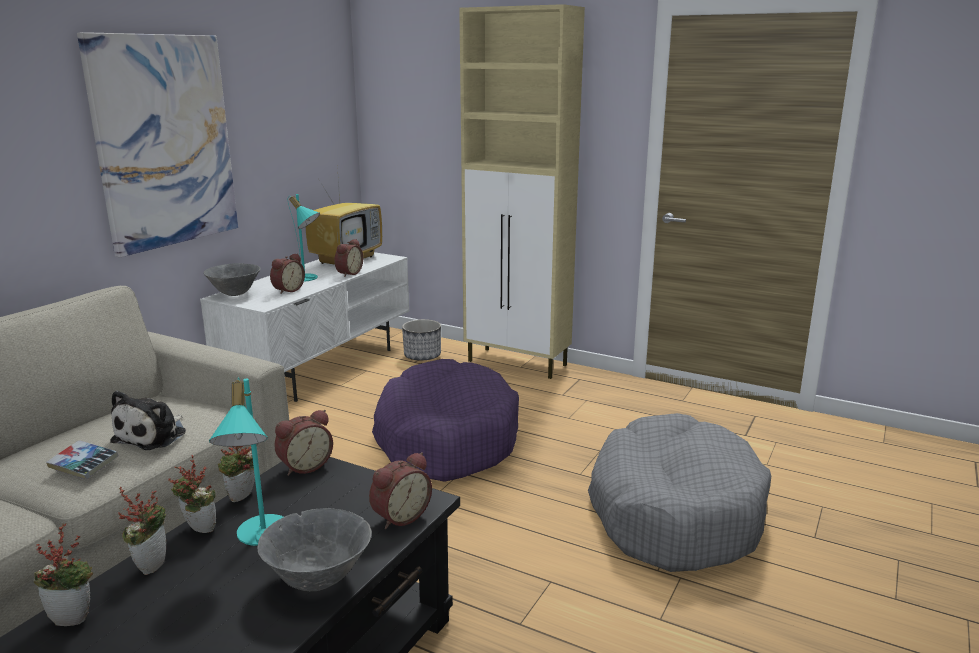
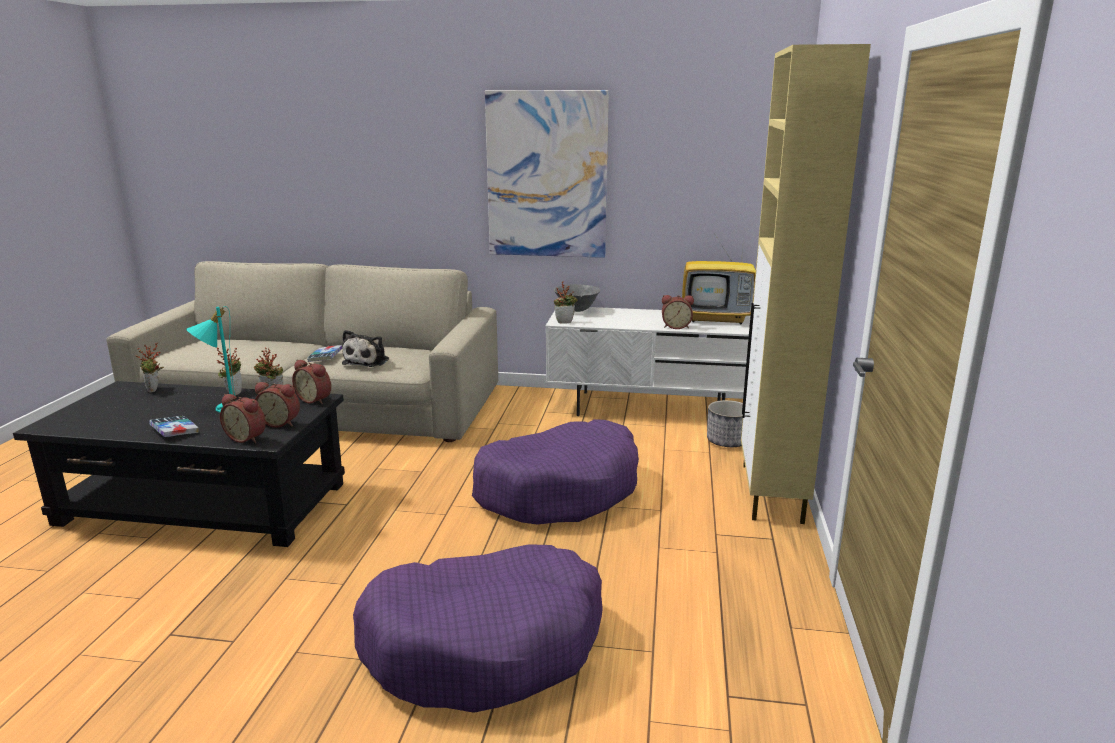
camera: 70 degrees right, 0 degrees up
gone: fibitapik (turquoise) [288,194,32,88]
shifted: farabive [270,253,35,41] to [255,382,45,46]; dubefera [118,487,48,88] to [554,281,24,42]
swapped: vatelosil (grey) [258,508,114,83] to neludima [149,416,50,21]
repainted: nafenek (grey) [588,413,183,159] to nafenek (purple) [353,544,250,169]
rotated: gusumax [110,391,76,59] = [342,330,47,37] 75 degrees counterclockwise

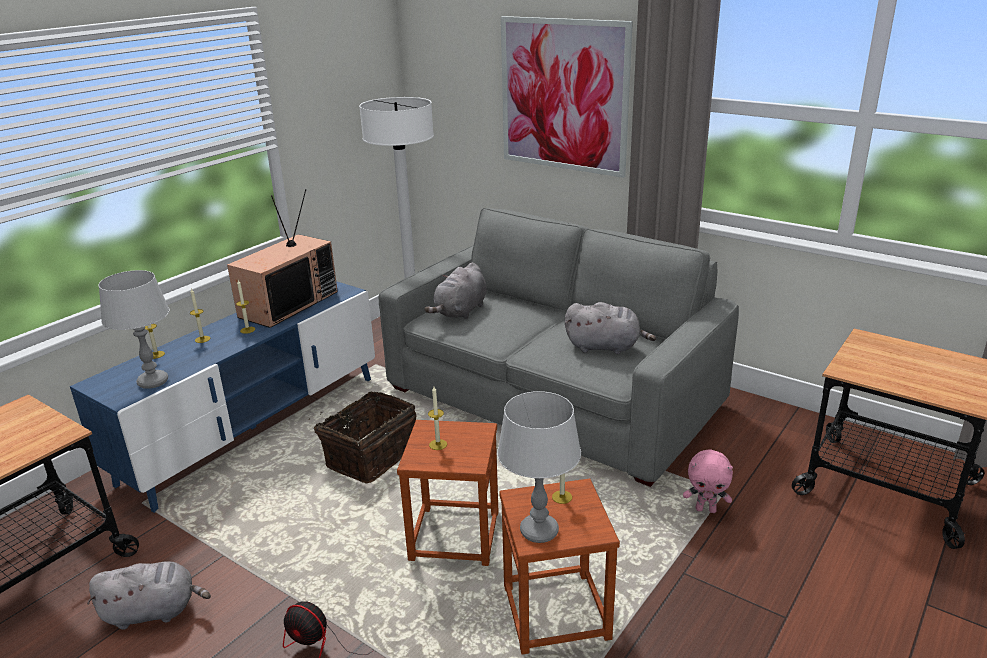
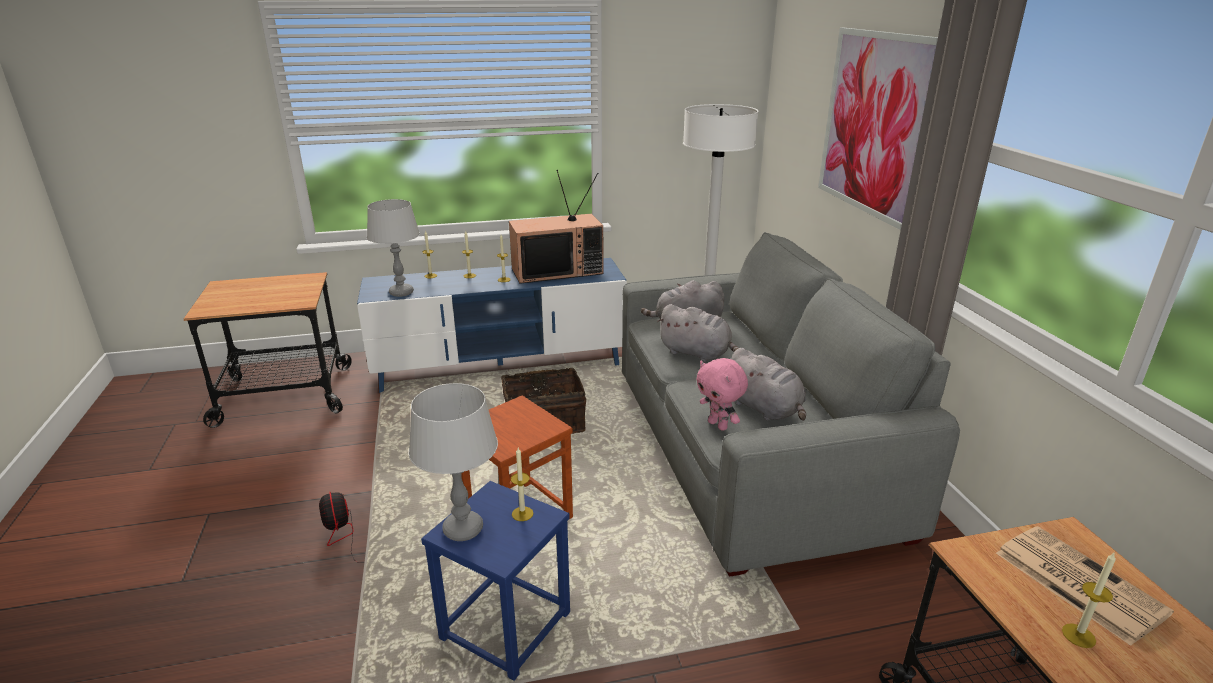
camera: 40 degrees right, 0 degrees up
new: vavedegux [996,526,178,120]
shifted: gusumax (grey) [87,561,124,69] to [657,304,81,58]; gusumax (pink) [683,450,50,63] to [696,358,52,73]; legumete [428,387,19,63] to [1062,553,54,95]
repainted: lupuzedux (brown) [499,478,121,177] to lupuzedux (blue) [421,481,149,200]

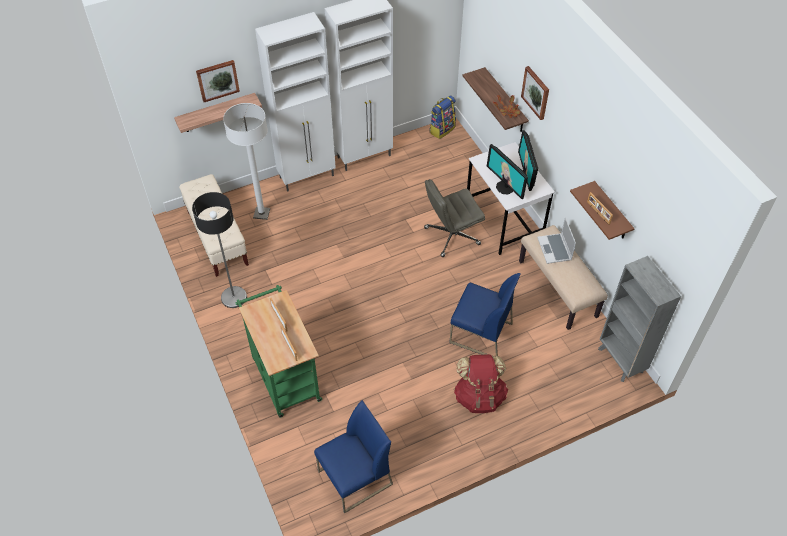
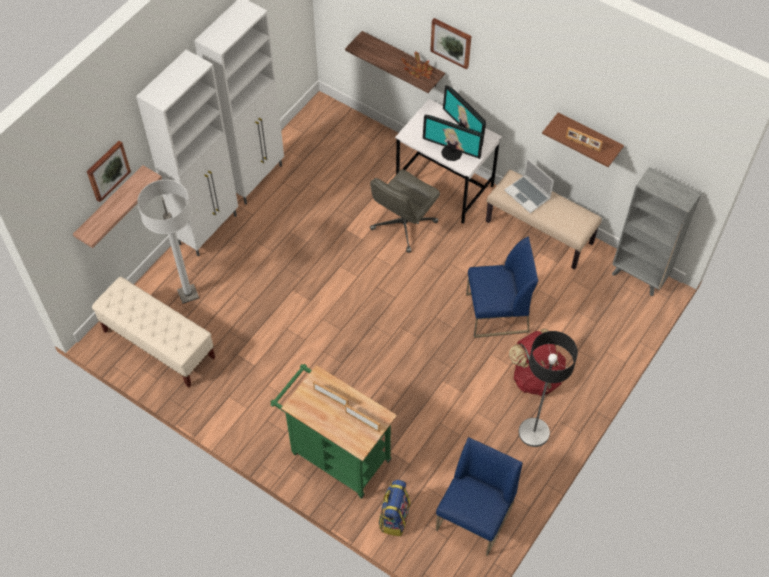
camera: 30 degrees left, 5 degrees up
shifted: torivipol [429,95,27,44] to [378,480,32,56]; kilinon [192,192,55,116] to [518,331,60,116]

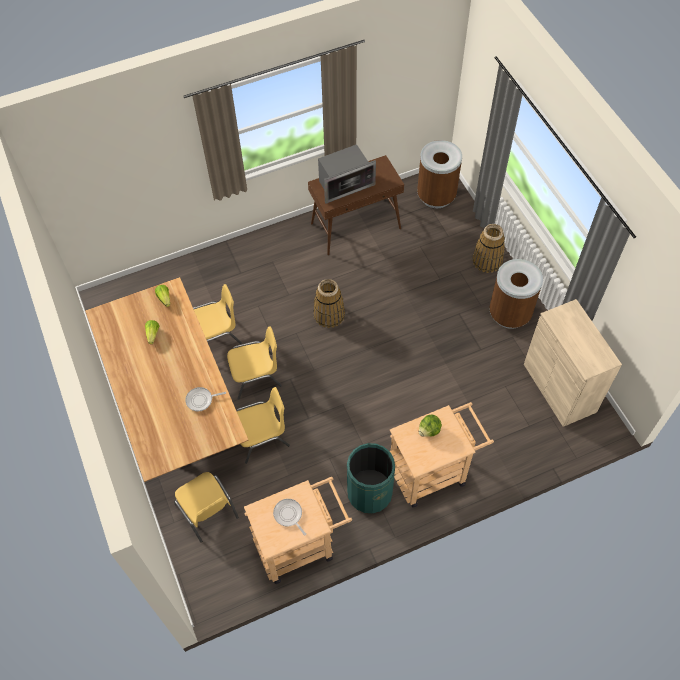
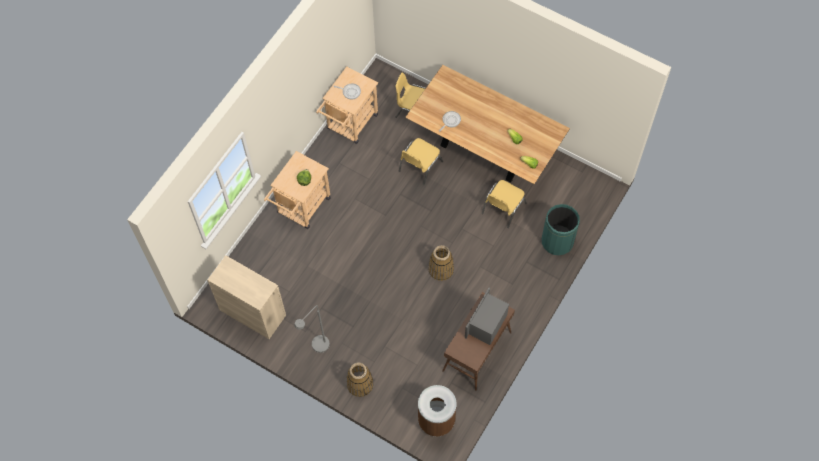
camera: 145 degrees right, 5 degrees up
gone: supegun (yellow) [227,326,55,74]
shifted: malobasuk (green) [347,443,48,70] to [542,204,38,51]
swapped: malobasuk (brown) [489,259,54,70] to kilinon (grey) [294,305,36,48]

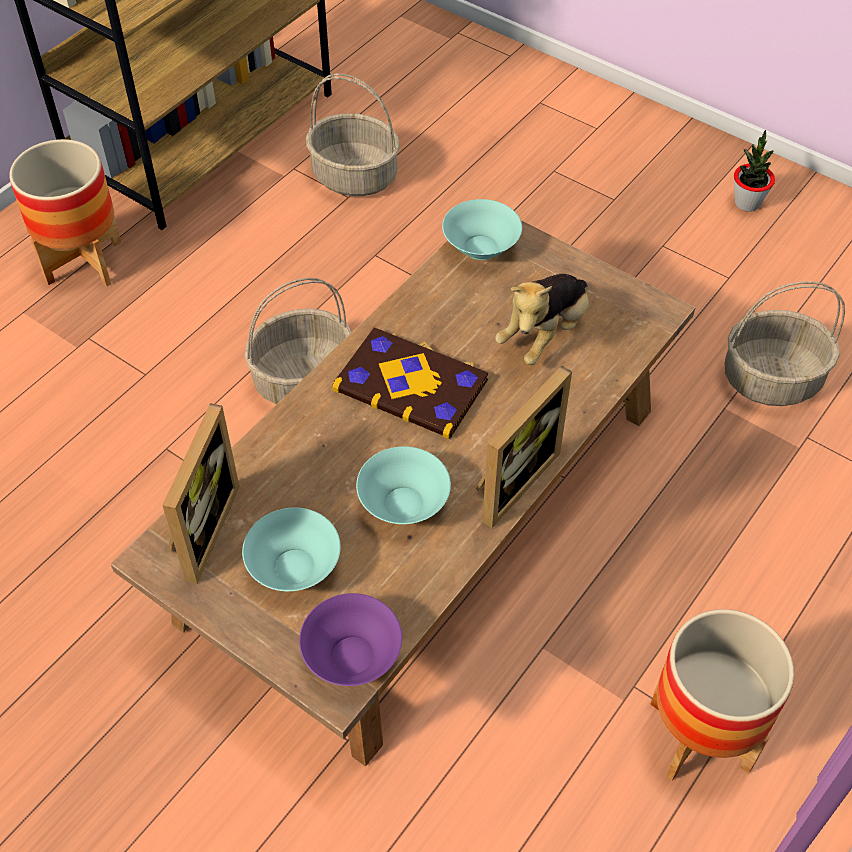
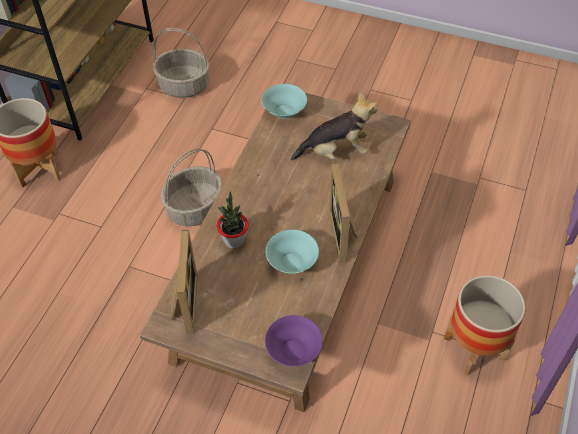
camera: 15 degrees left, 0 degrees up
gone: vatelosil (turquoise) [242,508,99,83]; neludima [332,327,156,112]; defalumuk [725,281,120,125]
shifted: dubefera [734,130,41,82] to [217,191,32,57]
rotated: gusumax [495,274,94,91] = [291,92,87,69] 120 degrees counterclockwise; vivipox [476,366,96,162] = [329,164,28,99] 150 degrees clockwise

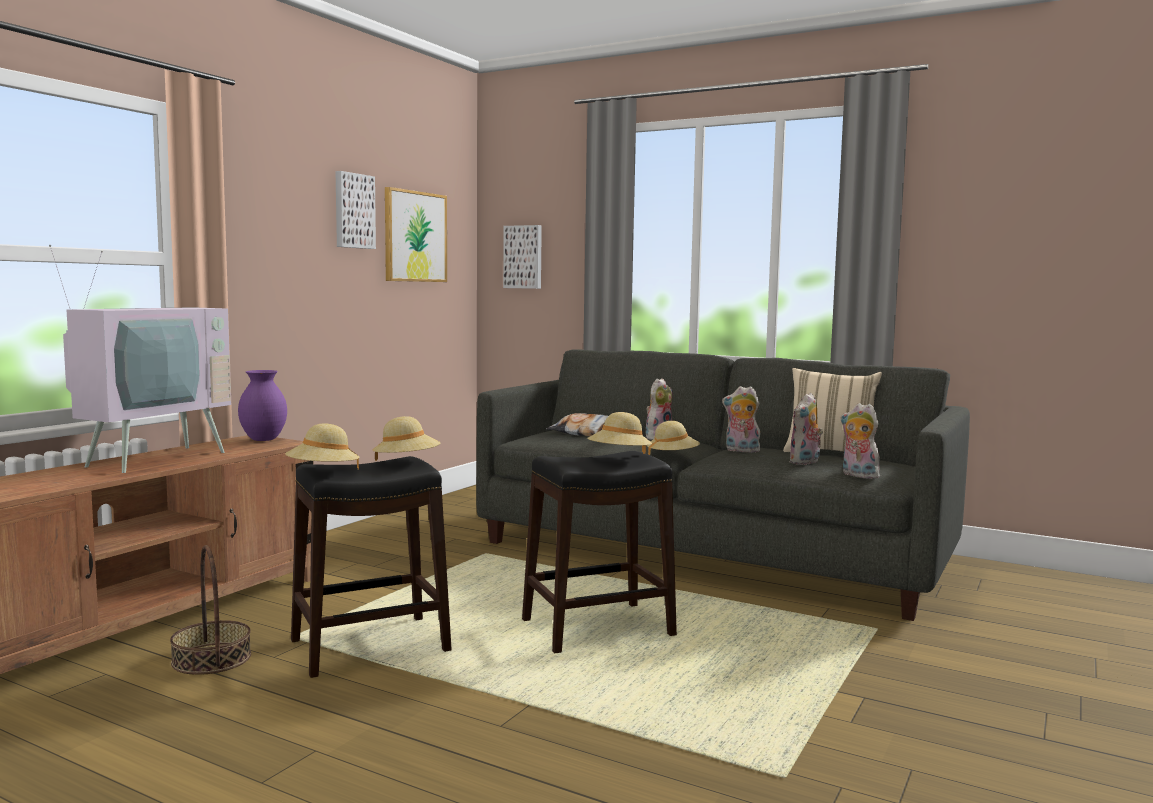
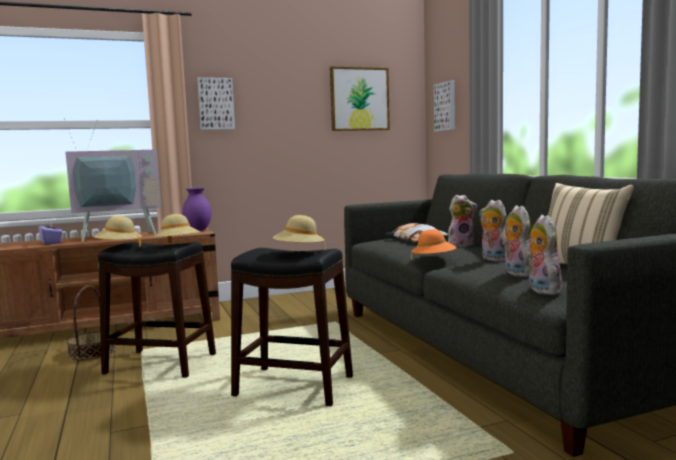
camera: 40 degrees right, 0 degrees up
new: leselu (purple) [38,220,25,25]
shifted: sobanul [336,171,40,78] to [197,77,38,53]
repainted: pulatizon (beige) [646,421,54,34] to pulatizon (orange) [411,229,46,31]
rotated: gusumax [789,393,34,72] = [503,205,27,72] 90 degrees clockwise

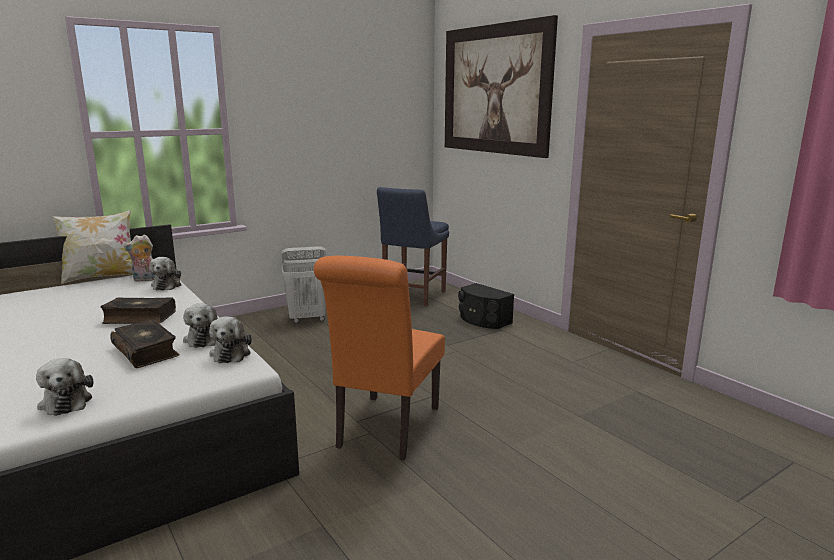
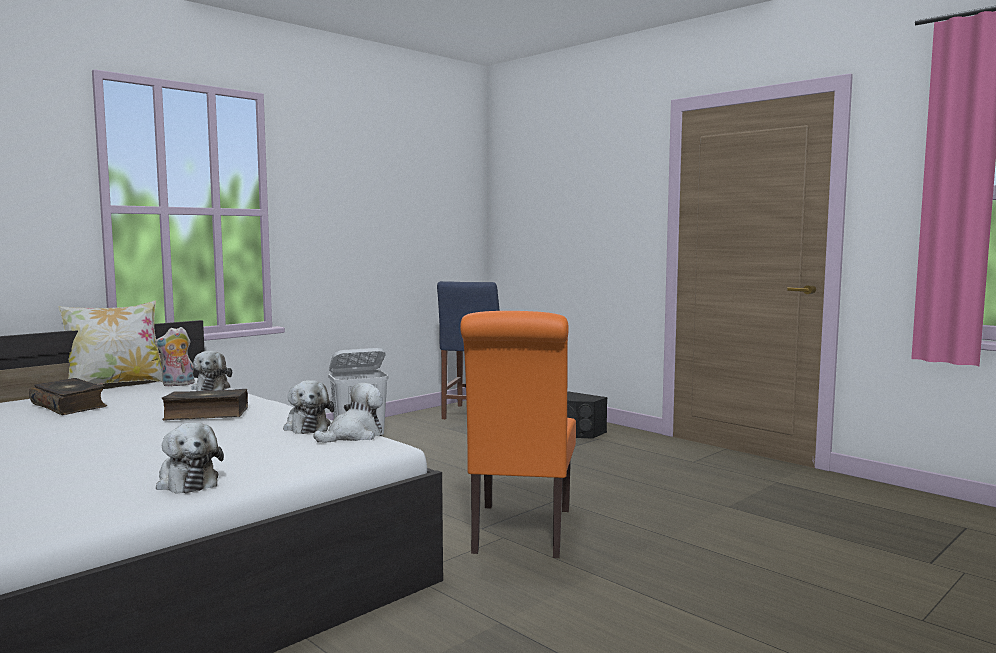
camera: 10 degrees left, 10 degrees down
gone: sobanul [445,15,113,143]
shifted: neludima [110,319,70,49] to [29,378,78,37]
rotated: gusumax [209,316,43,47] = [314,383,69,60] 120 degrees counterclockwise

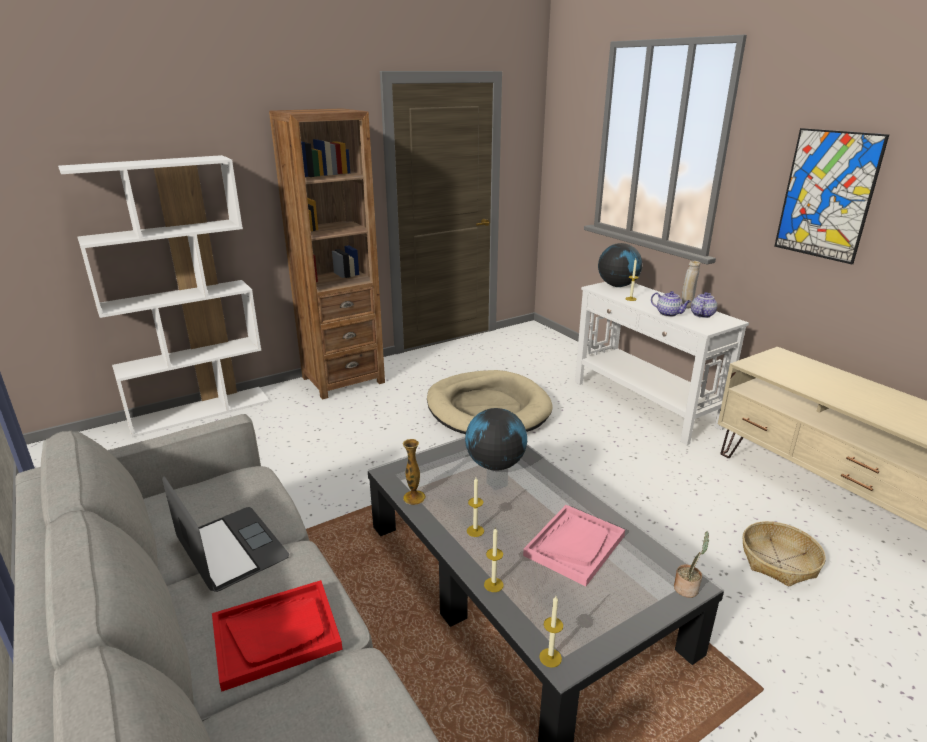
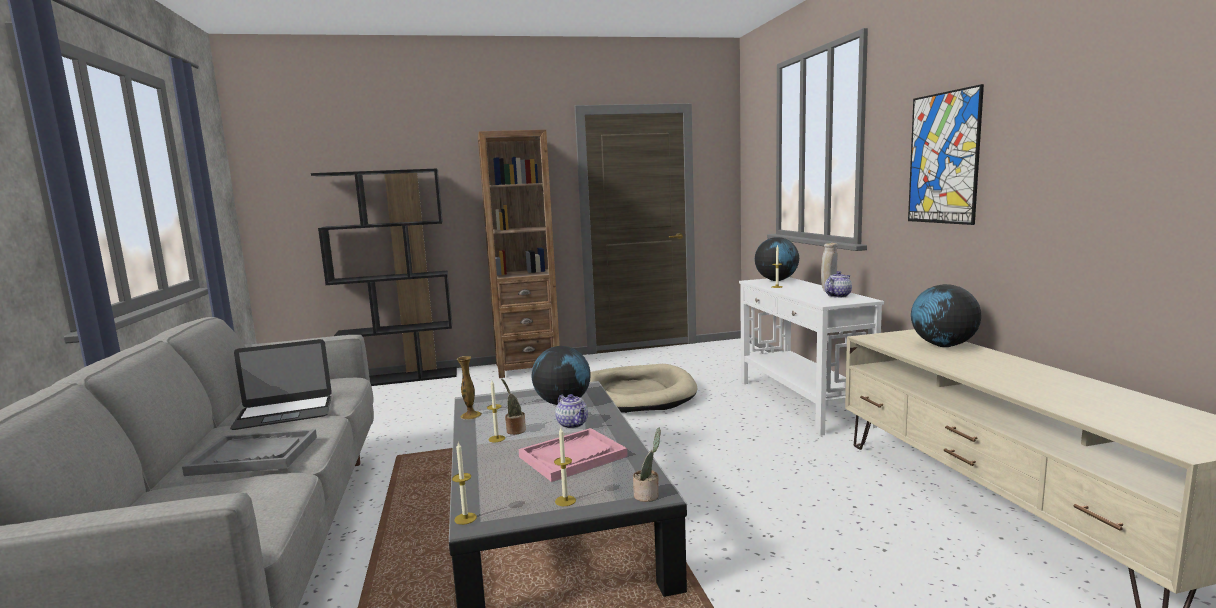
camera: 20 degrees right, 15 degrees down
gone: defalumuk [743,521,83,66]
new: dubefera [501,378,25,57]; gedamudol [911,284,70,63]
shifted: legumete [484,526,20,66] to [554,428,22,78]; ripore [651,291,40,26] to [555,394,33,35]
repainted: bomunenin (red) [212,580,130,112] to bomunenin (grey) [182,429,135,47]; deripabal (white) [58,155,211,283] to deripabal (black) [311,169,146,217]
rotated: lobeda [162,476,127,116] = [230,339,102,91] 90 degrees clockwise

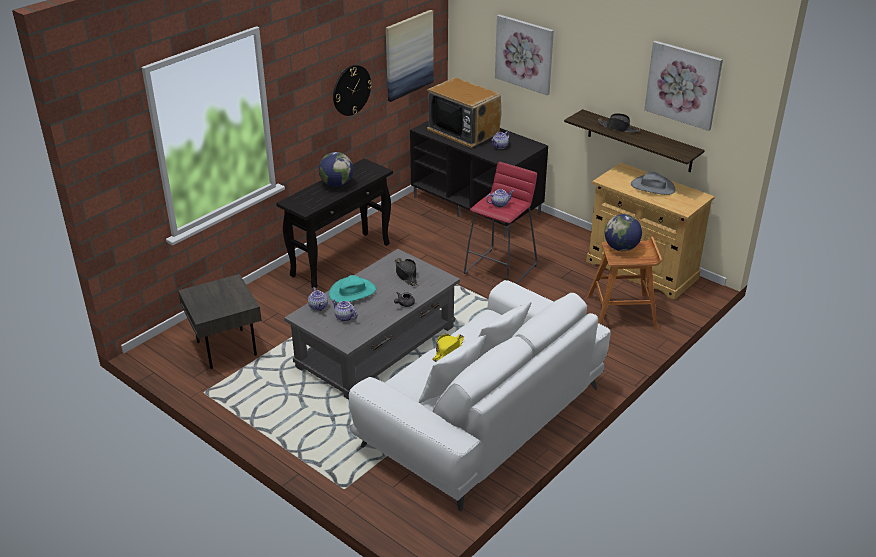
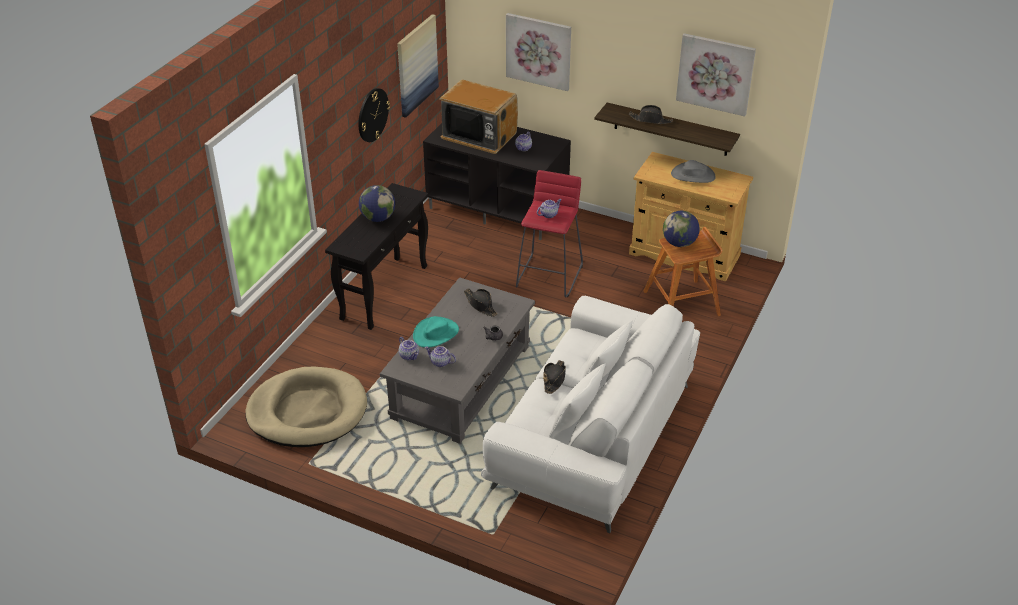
camera: 15 degrees left, 5 degrees up
swapped: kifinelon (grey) [178,274,84,95] to nafenek (beige) [245,367,122,80]
repainted: pulatizon (yellow) [432,334,32,28] to pulatizon (black) [543,360,23,34]

